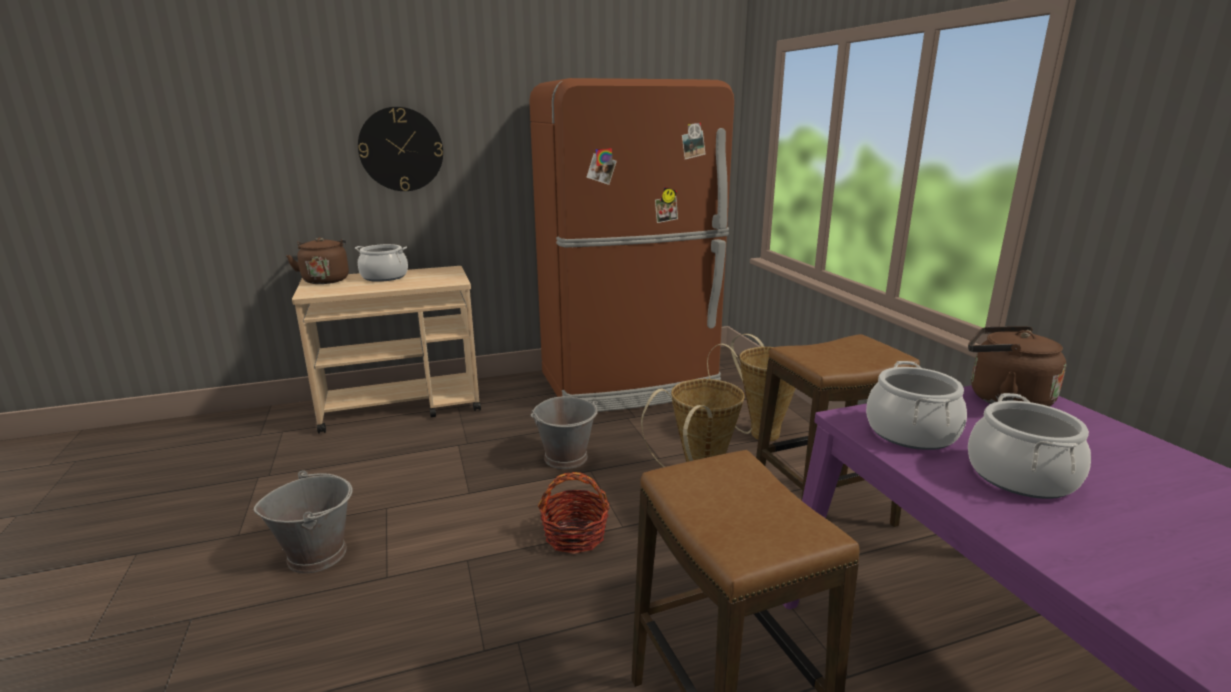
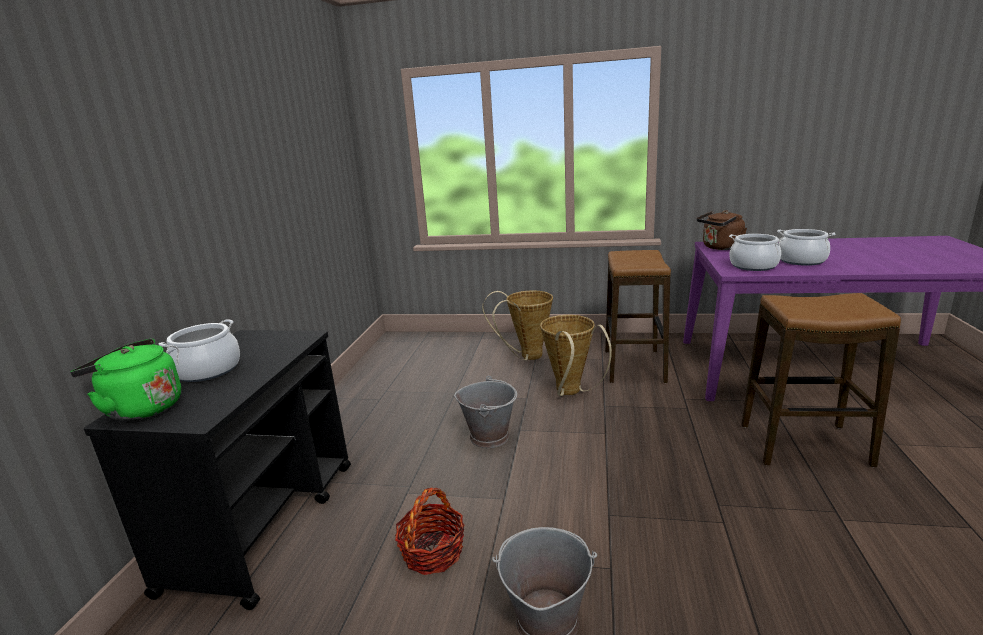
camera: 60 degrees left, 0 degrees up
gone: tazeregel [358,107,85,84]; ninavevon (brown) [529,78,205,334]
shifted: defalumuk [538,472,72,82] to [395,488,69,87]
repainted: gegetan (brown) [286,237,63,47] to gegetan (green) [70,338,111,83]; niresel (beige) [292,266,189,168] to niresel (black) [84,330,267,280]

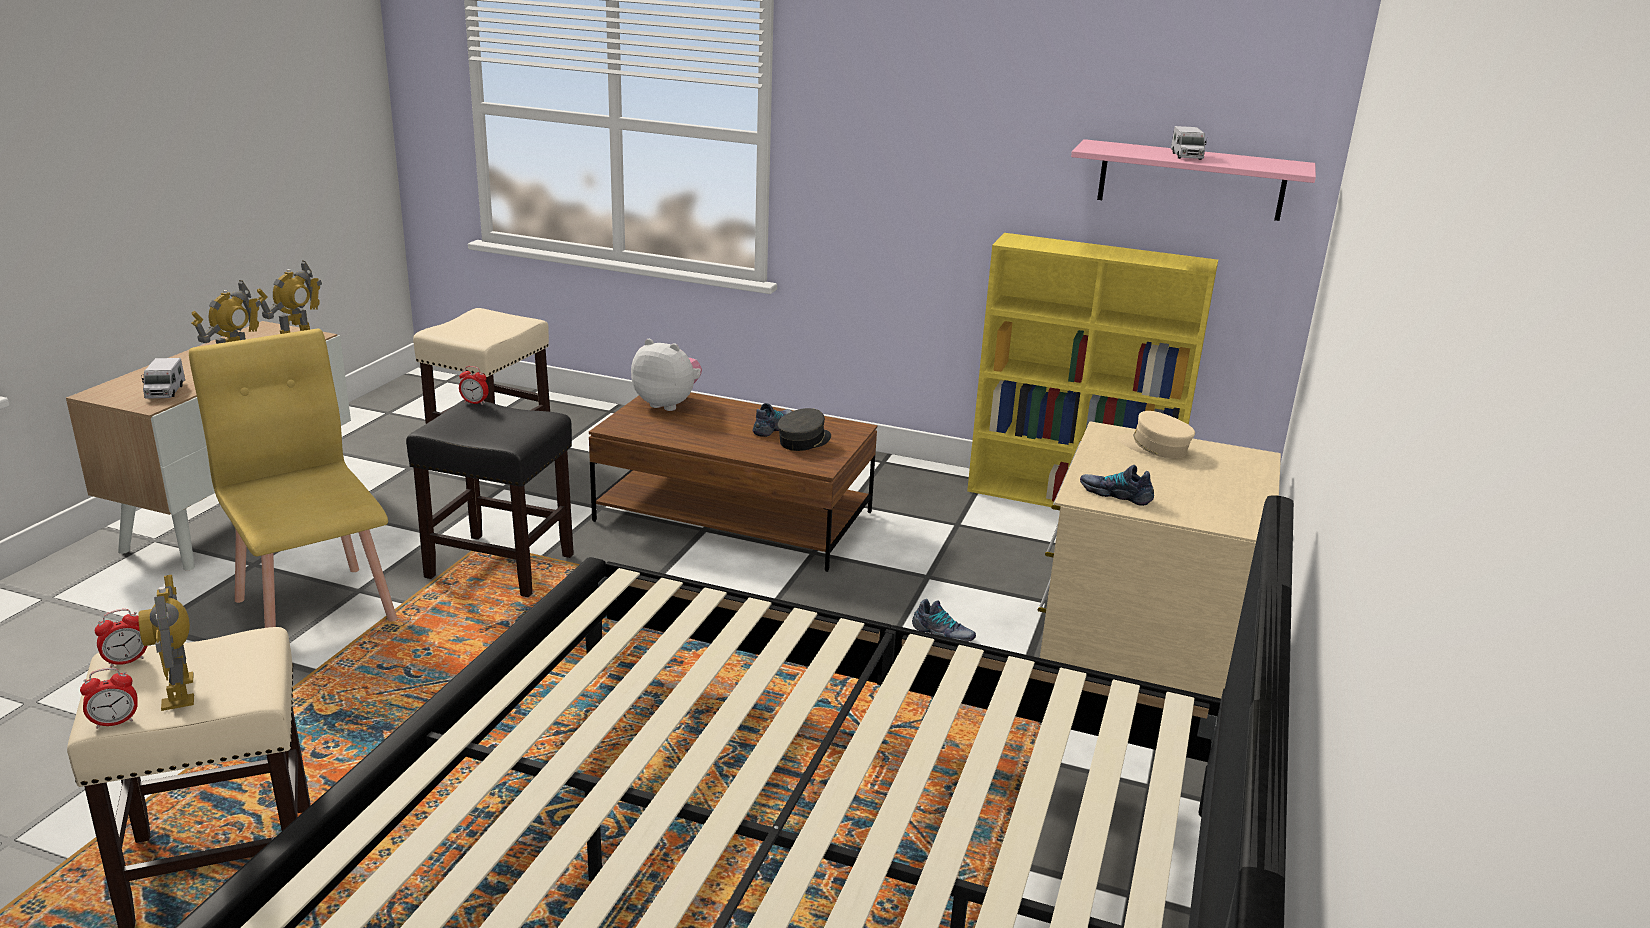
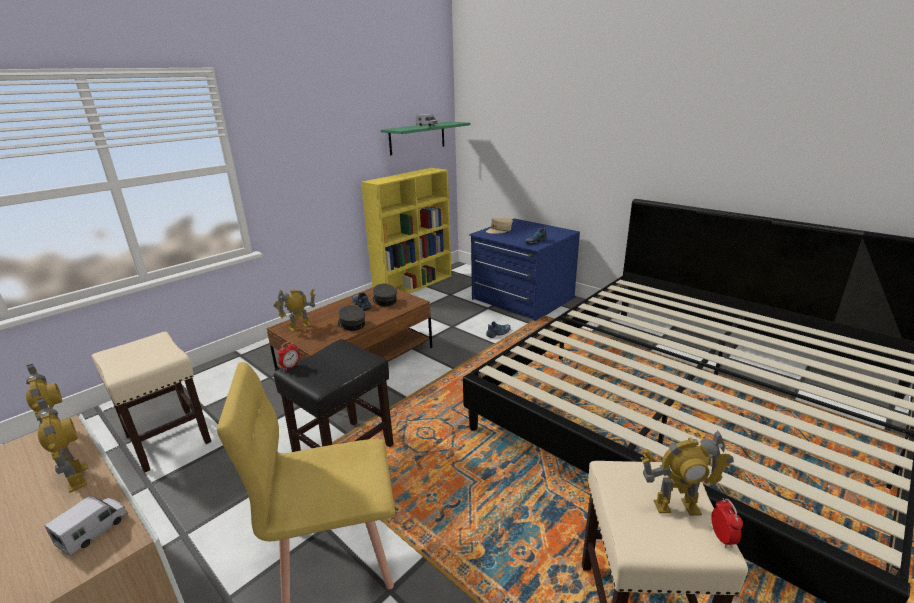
camera: 65 degrees left, 0 degrees up
gone: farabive [95,609,52,59]
new: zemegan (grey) [338,305,27,26]
swapped: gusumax [631,339,71,72] to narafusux [274,289,42,43]
repainted: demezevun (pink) [1071,139,245,82] to demezevun (green) [381,122,90,33]; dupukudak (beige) [1038,421,243,278] to dupukudak (blue) [469,218,111,103]
rotated: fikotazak [141,358,44,41] = [45,496,83,61] 75 degrees counterclockwise

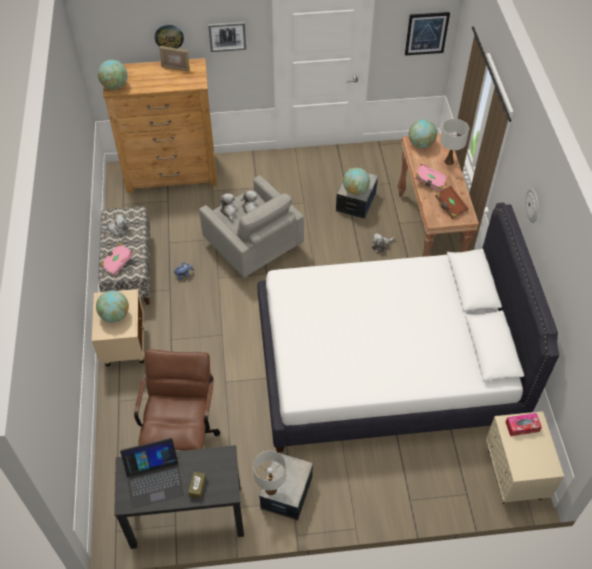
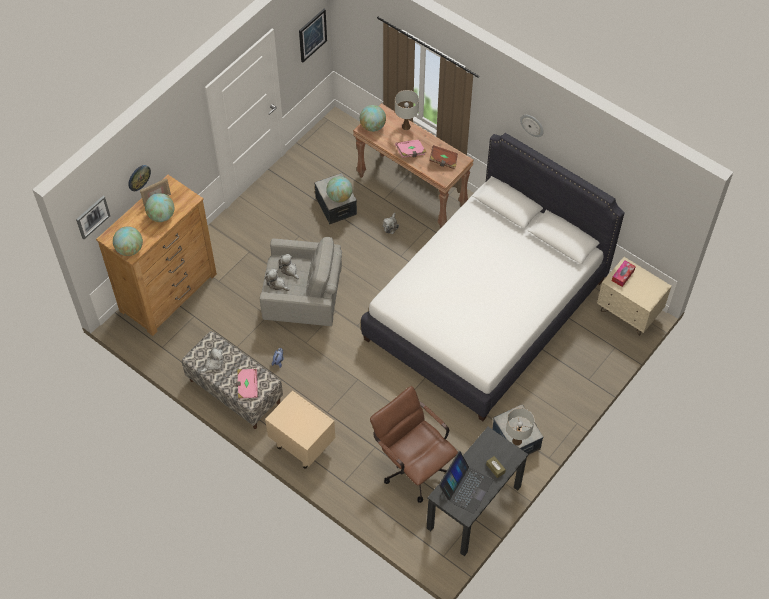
camera: 45 degrees left, 5 degrees up
shifted: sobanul [208,22,38,30] to [76,196,34,43]; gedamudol [96,290,33,32] to [145,193,29,29]

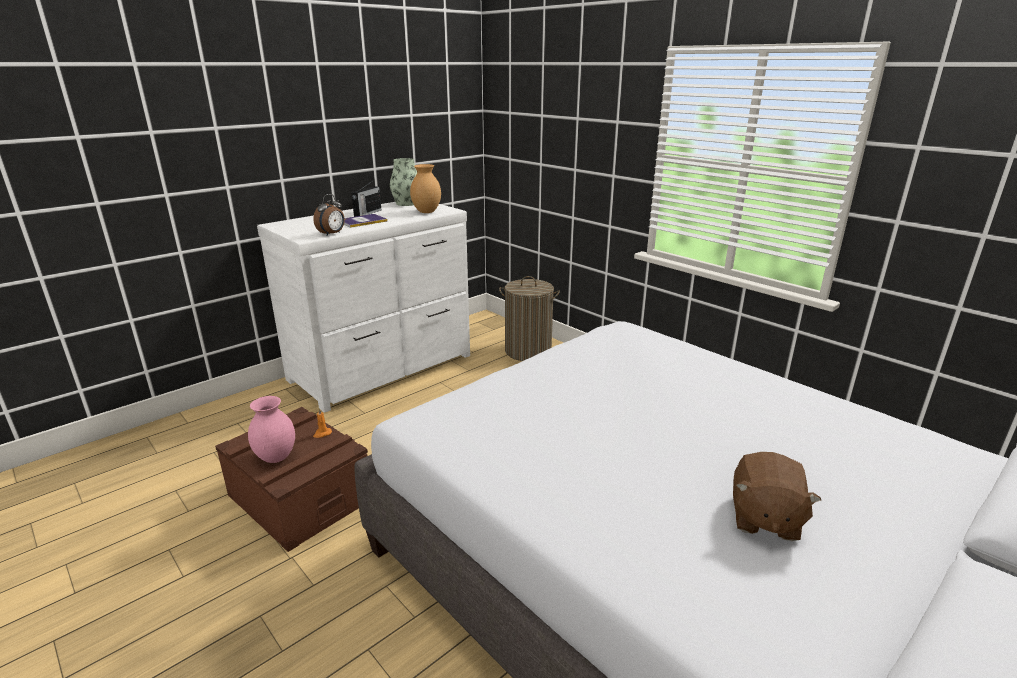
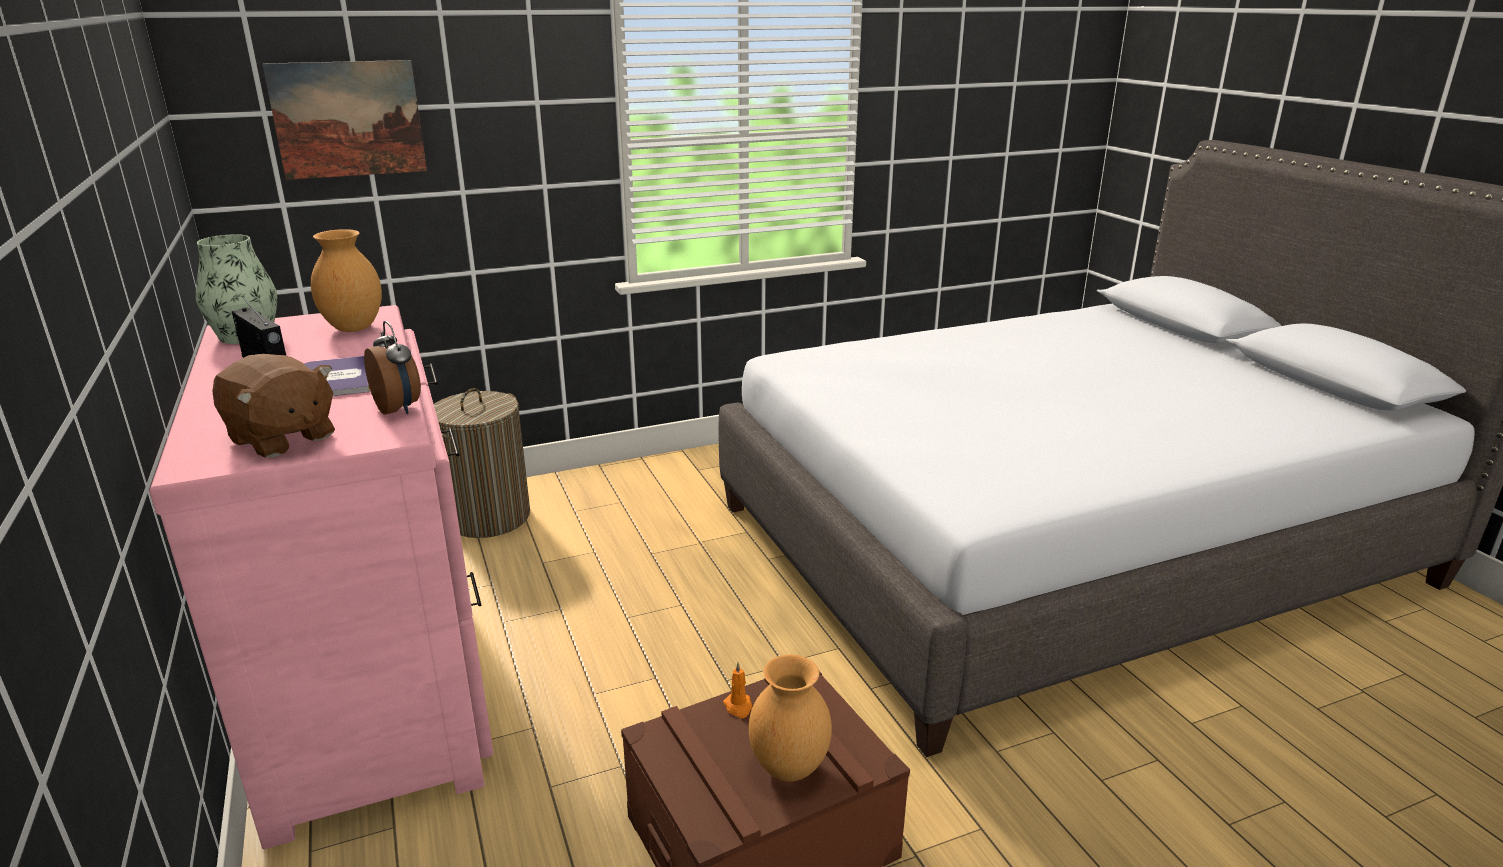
camera: 70 degrees left, 0 degrees up
new: sobanul [262,60,165,120]
shifted: gusumax (brown) [733,452,88,89] to [212,354,123,104]
repainted: dupukudak (white) [257,202,213,211] to dupukudak (pink) [149,305,344,544]; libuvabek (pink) [248,396,47,67] to libuvabek (brown) [749,655,83,126]

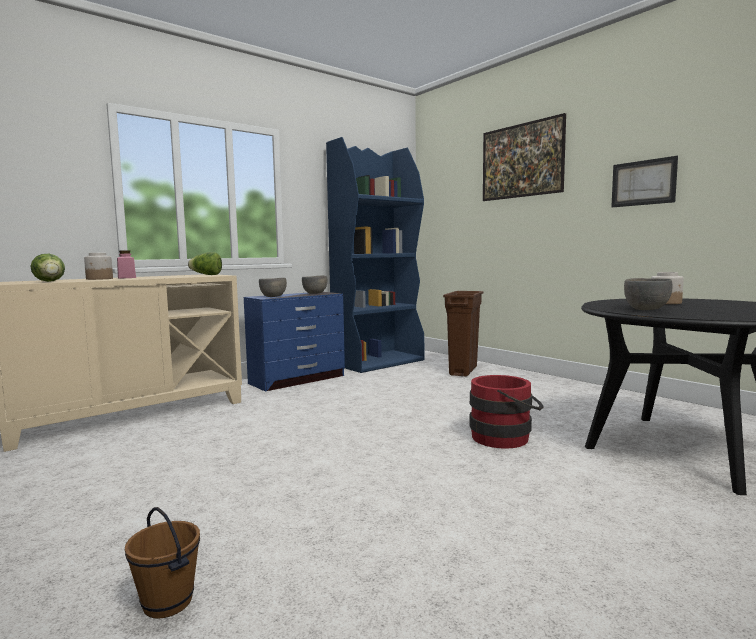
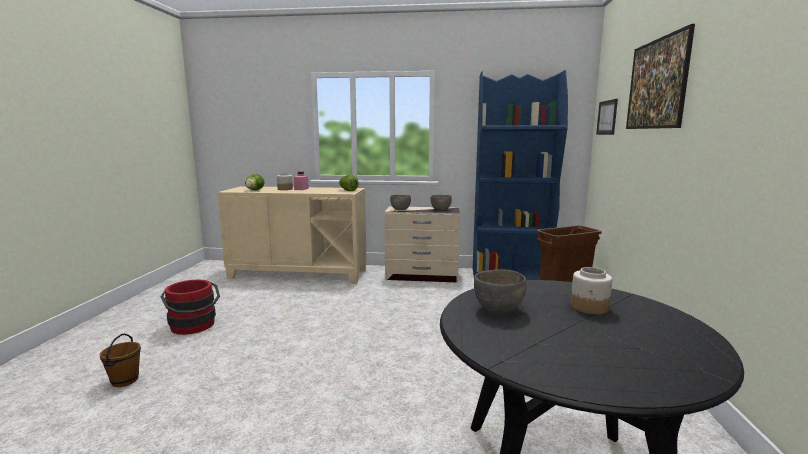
camera: 45 degrees right, 5 degrees up
shifted: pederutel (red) [469,375,75,74] to [161,279,59,56]; sobanul [611,156,67,51] to [596,99,22,36]
repainted: dupukudak (blue) [244,292,101,99] to dupukudak (beige) [384,206,76,77]

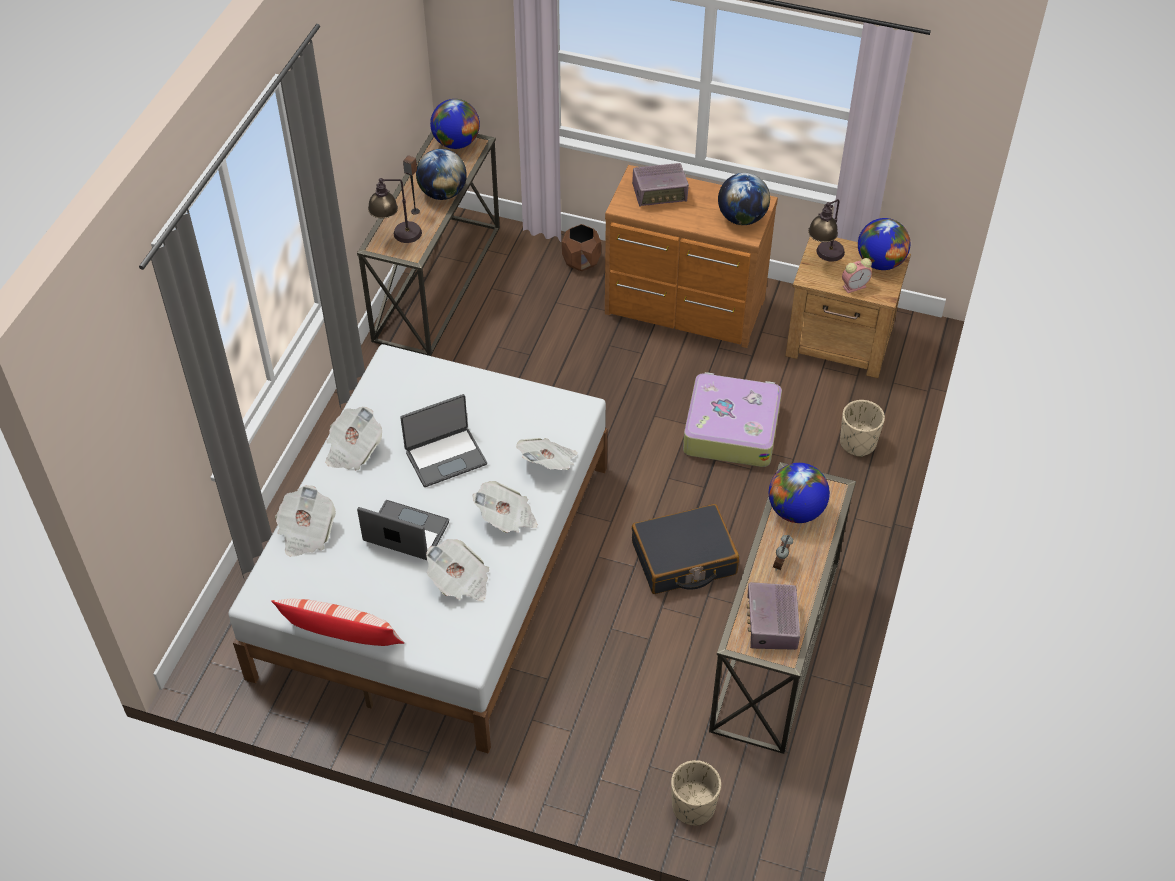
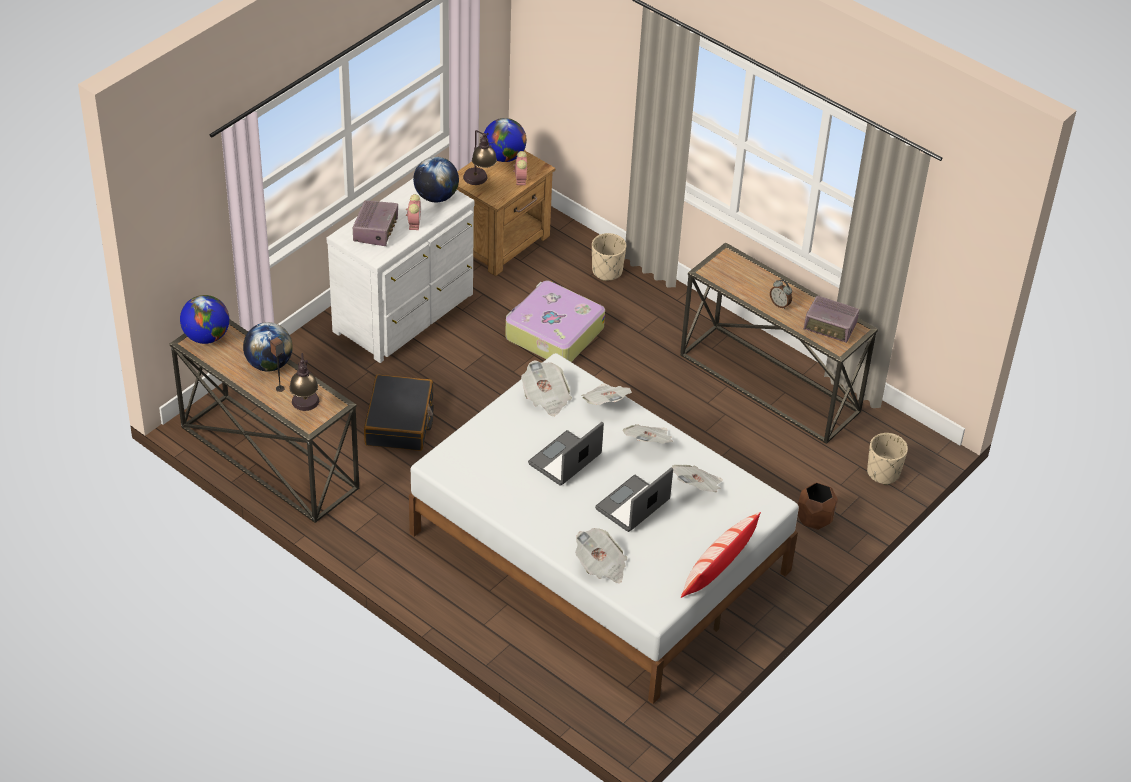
camera: 70 degrees left, 5 degrees down
gone: gedamudol [769,463,61,60]
new: farabive [406,194,15,36]
shifted: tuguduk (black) [632,504,107,90] to [364,375,70,76]; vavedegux [325,407,57,63] to [521,360,51,56]; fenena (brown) [562,224,39,47] to [798,482,40,48]
repainted: dupukudak (brown) [605,165,173,183] to dupukudak (white) [326,179,148,184]
rotated: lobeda [400,394,87,93] = [528,422,76,64] 135 degrees counterclockwise

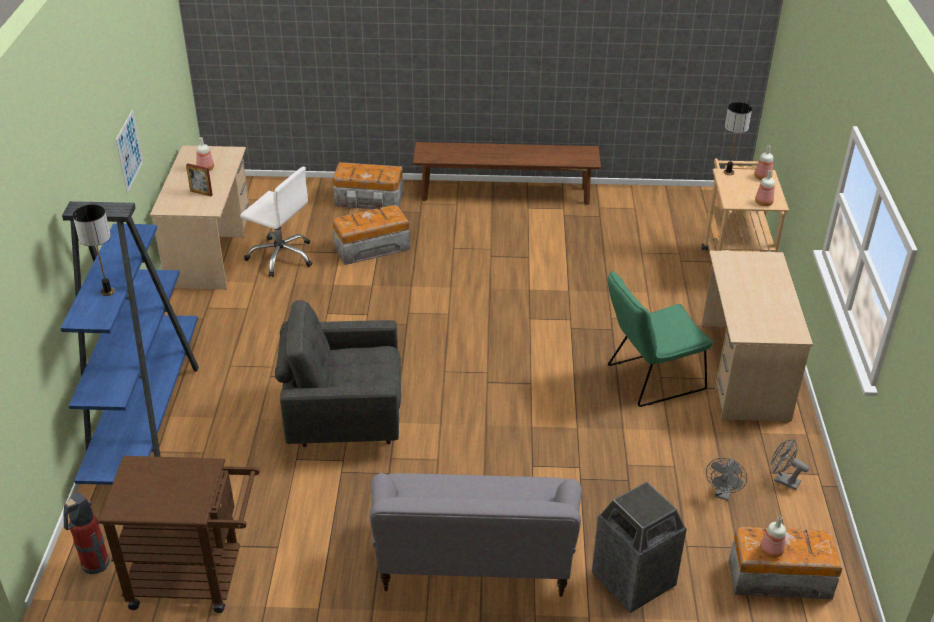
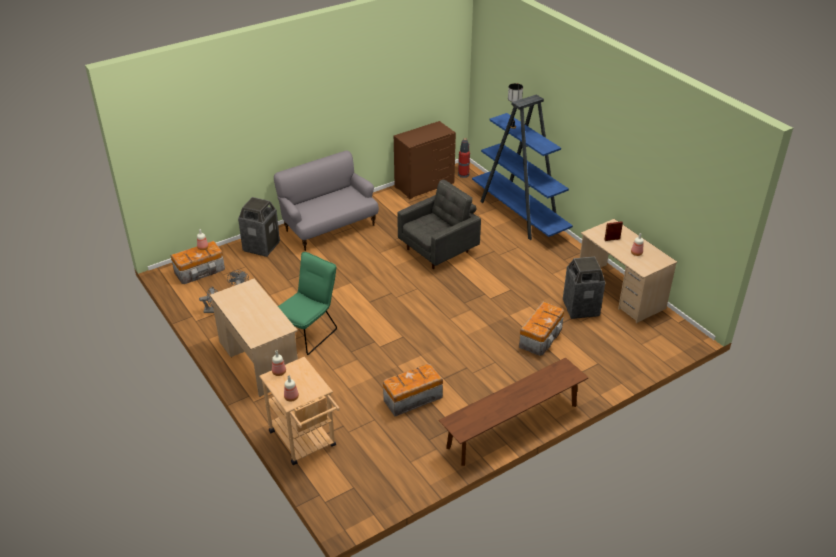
camera: 145 degrees right, 0 degrees up
gone: sobanul [116,109,27,84]; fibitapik [724,102,28,73]
shifted: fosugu [332,162,71,47] to [383,364,60,52]
swapped: niresel (brown) [98,456,162,157] to dupukudak (brown) [394,121,62,78]; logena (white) [240,167,72,110] to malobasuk [563,257,43,62]

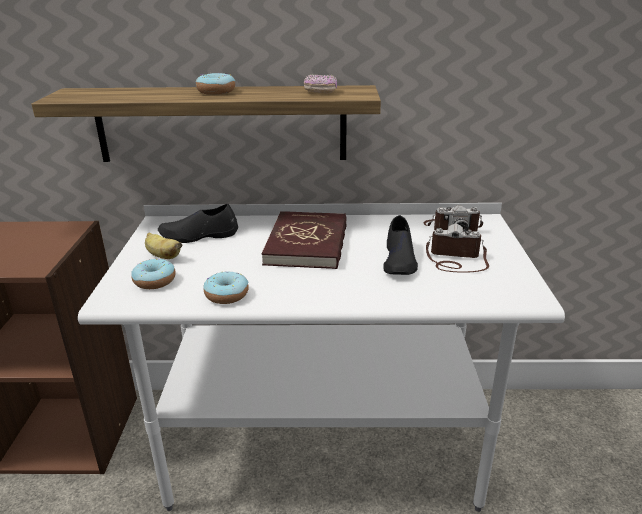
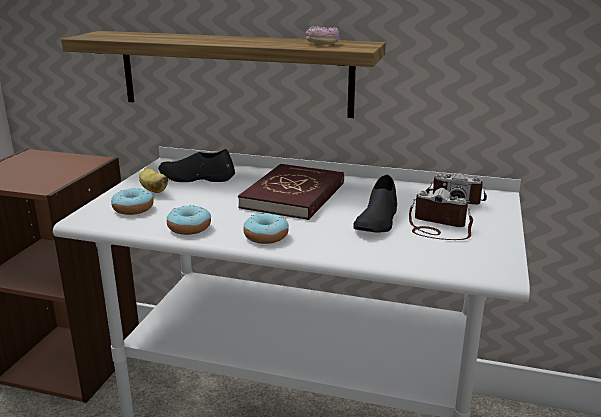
camera: 15 degrees right, 5 degrees down
shifted: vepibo [196,73,39,22] to [243,213,46,31]

